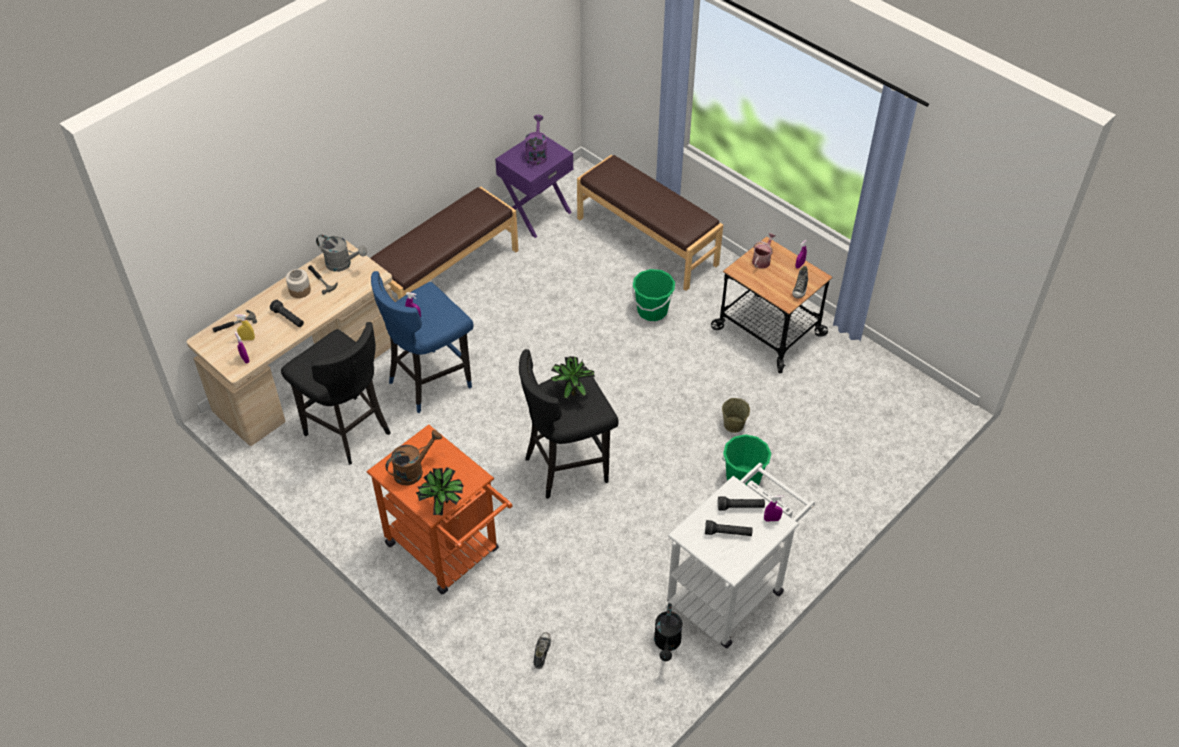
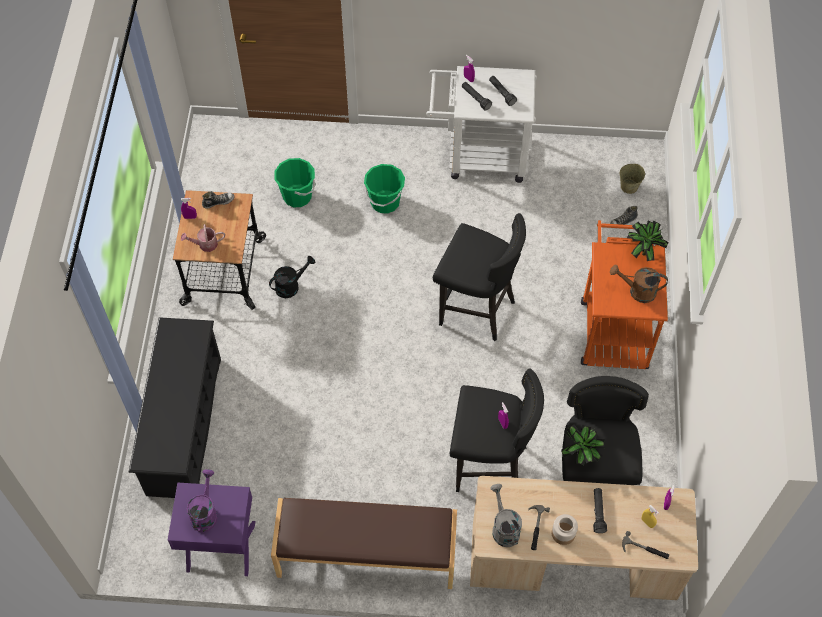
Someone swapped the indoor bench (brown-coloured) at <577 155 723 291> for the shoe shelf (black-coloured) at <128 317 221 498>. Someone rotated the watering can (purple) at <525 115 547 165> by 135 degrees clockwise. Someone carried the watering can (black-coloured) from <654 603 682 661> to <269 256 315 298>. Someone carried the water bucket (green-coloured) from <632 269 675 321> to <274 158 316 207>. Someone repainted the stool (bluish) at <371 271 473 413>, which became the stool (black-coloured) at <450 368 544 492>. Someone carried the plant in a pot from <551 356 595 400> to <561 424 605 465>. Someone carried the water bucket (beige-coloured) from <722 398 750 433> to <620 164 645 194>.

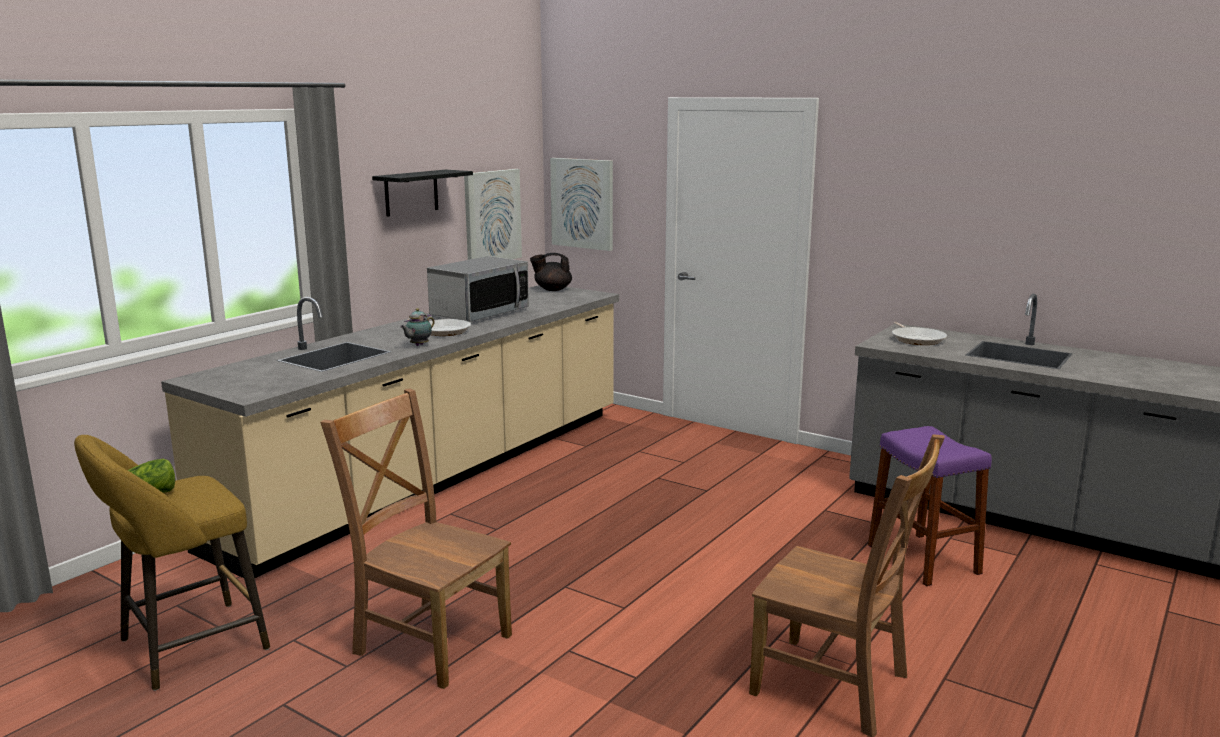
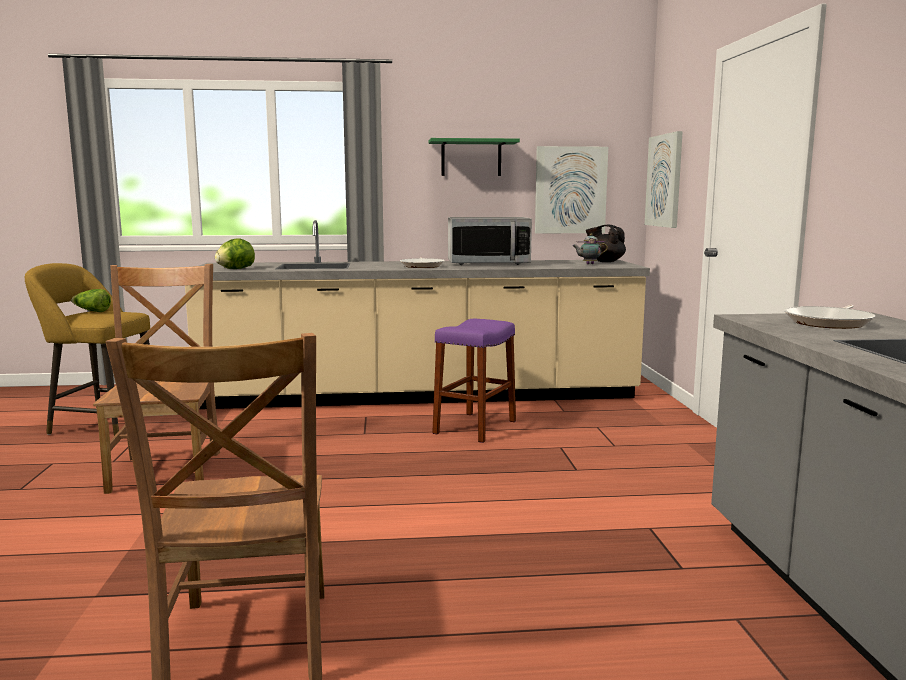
Someone put down the head of lettuce at <215 238 255 269>. Someone repainted the wall shelf (black-coloured) at <372 170 473 217>, which became the wall shelf (green-coloured) at <429 138 520 176>. Someone carried the stool (purple) from <868 426 992 586> to <432 319 516 443>. Someone carried the pot for tea from <400 308 435 346> to <573 233 608 264>.

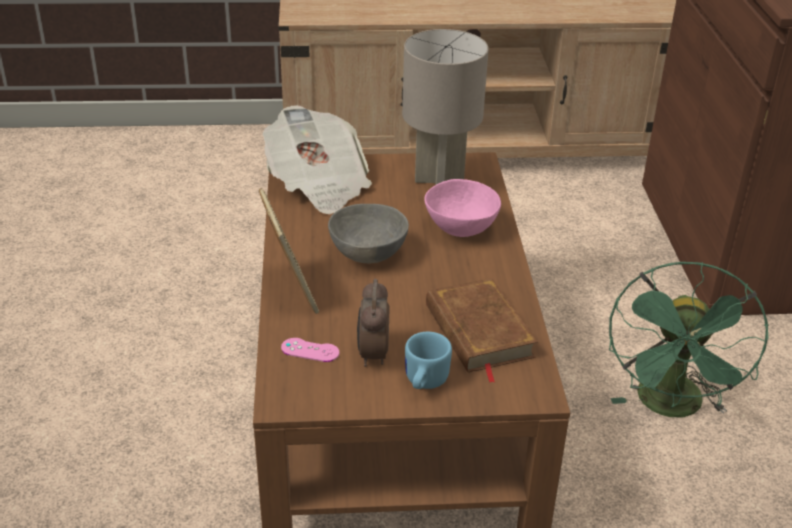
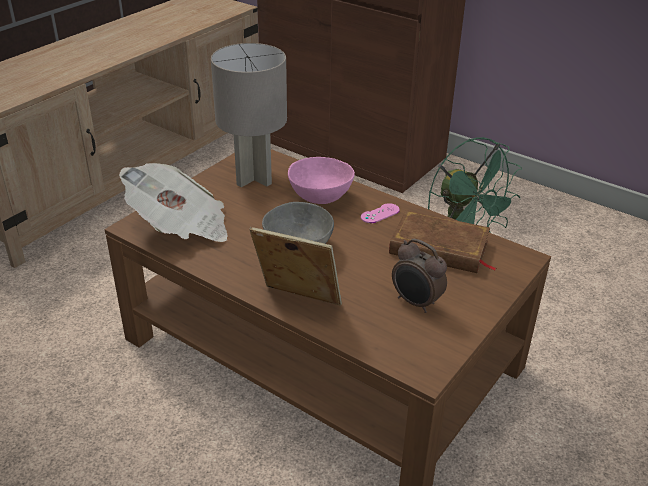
Someone carried the gamepad (pinkish) from <281 338 339 362> to <361 203 400 223>. Someone took away the coffee mug (bluish) at <405 332 452 389>.

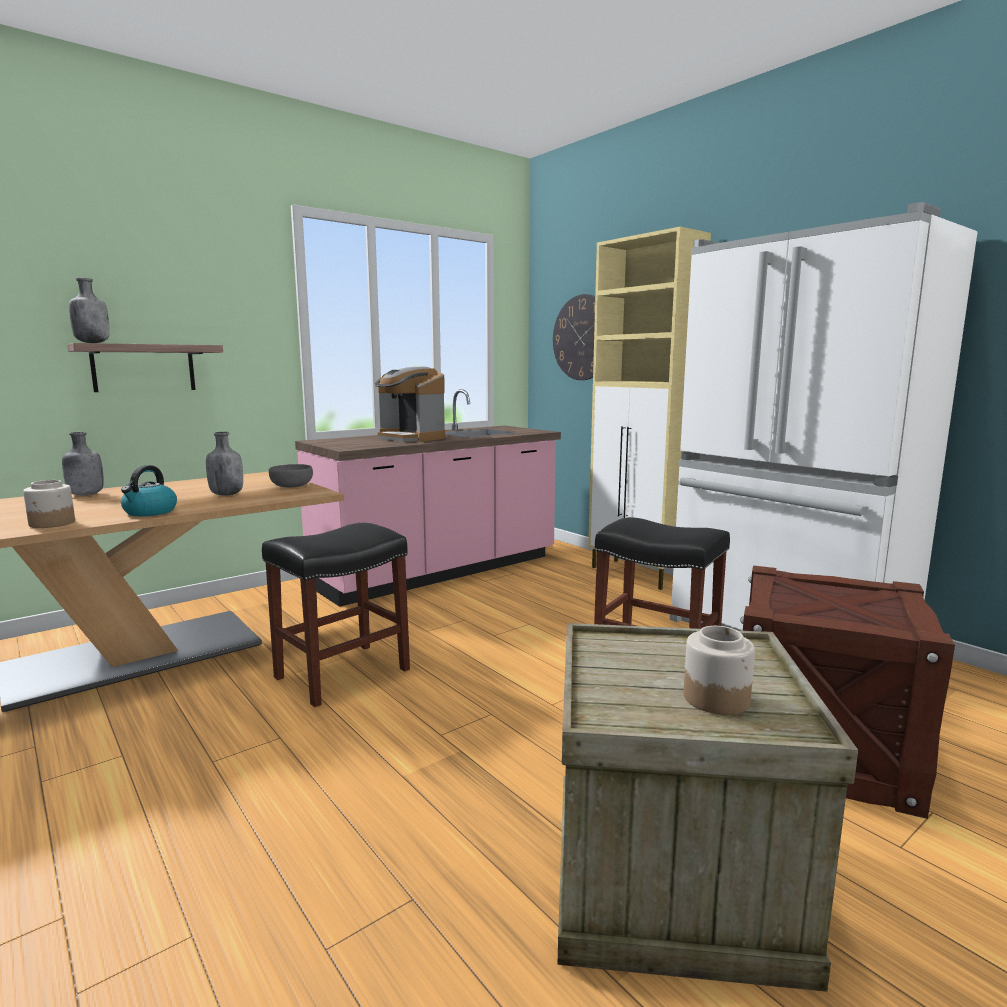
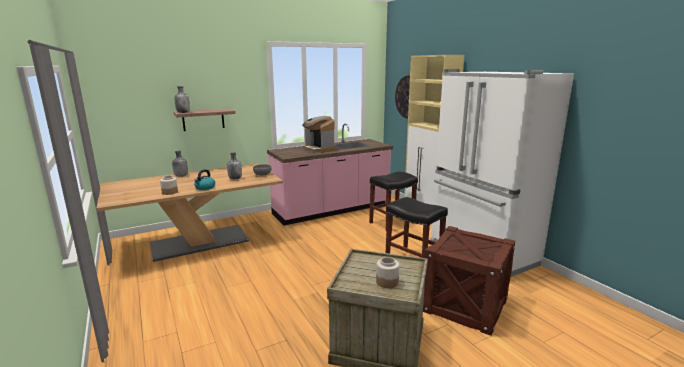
Someone carried the stool (black-coloured) from <262 523 410 707> to <369 171 418 230>.

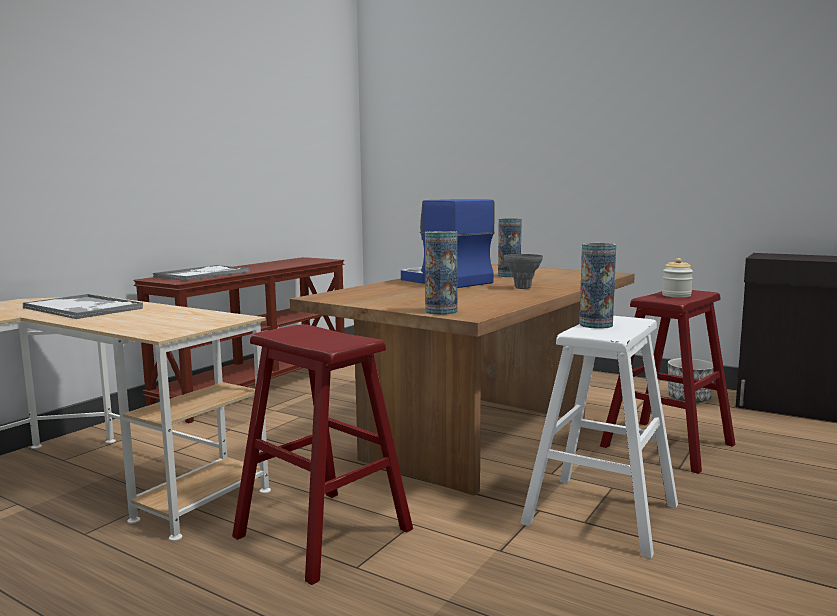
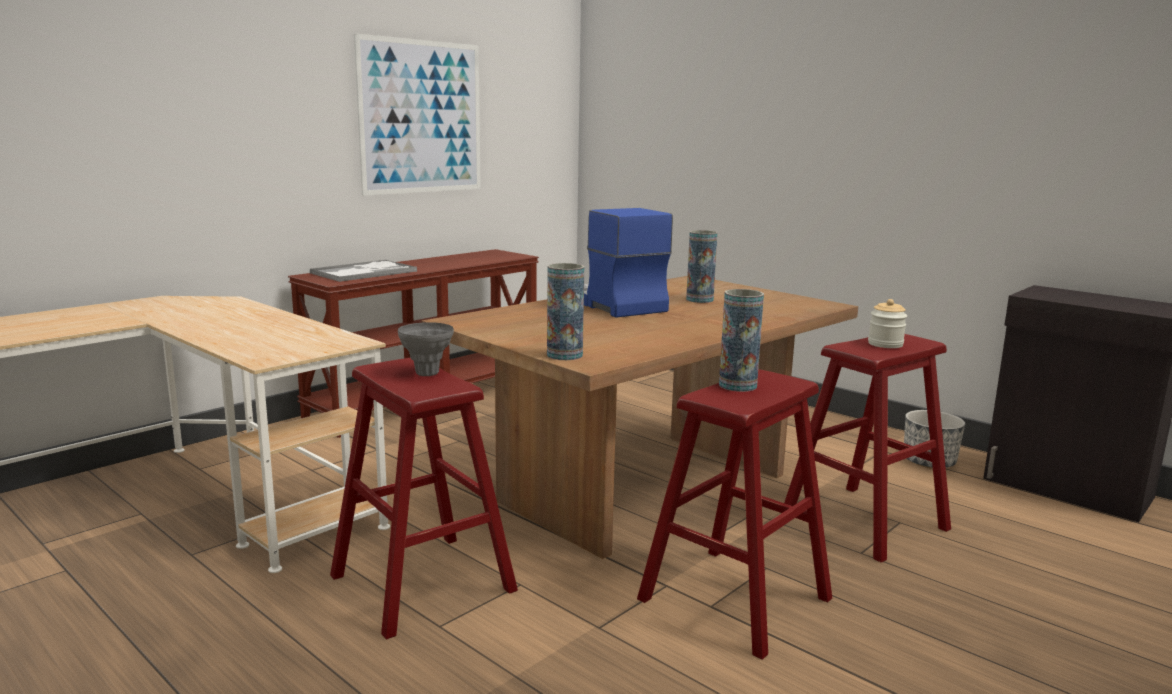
Someone put up the picture at <354 33 481 196>. Someone carried the flower vase (grey) from <504 254 543 289> to <398 322 454 376>. Someone repainted the stool (white-coloured) at <520 316 678 559>, which became the stool (red-coloured) at <637 369 832 660>. Someone took away the tray at <23 294 143 319>.

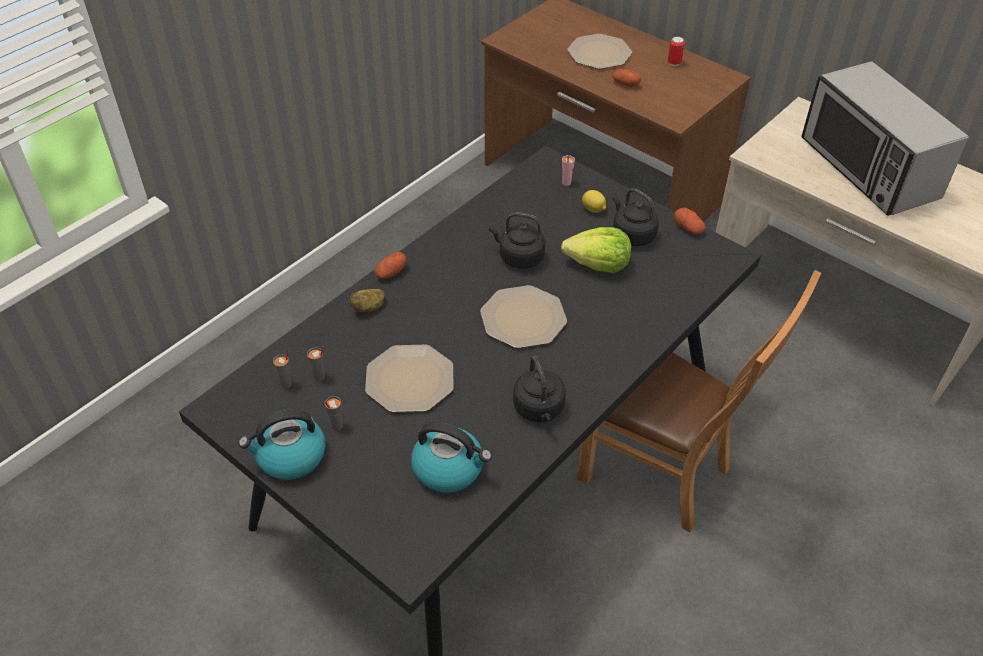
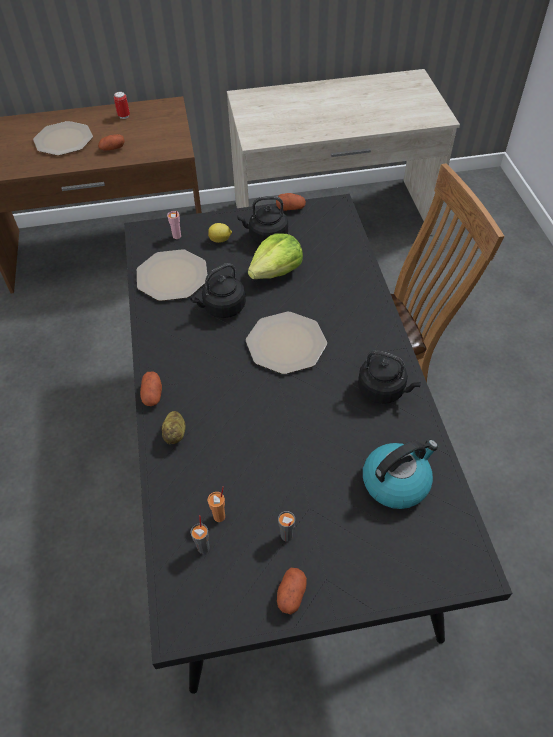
Someone carried the dinner plate from <365 345 453 412> to <137 249 207 301>. Someone repainted the small cup (grey) at <307 346 325 381>, which became the small cup (orange) at <208 486 225 522>. Someone swapped the water kettle at <239 410 326 480> for the whole potato at <277 568 307 615>. Someone took away the microwave oven at <801 61 969 216>.

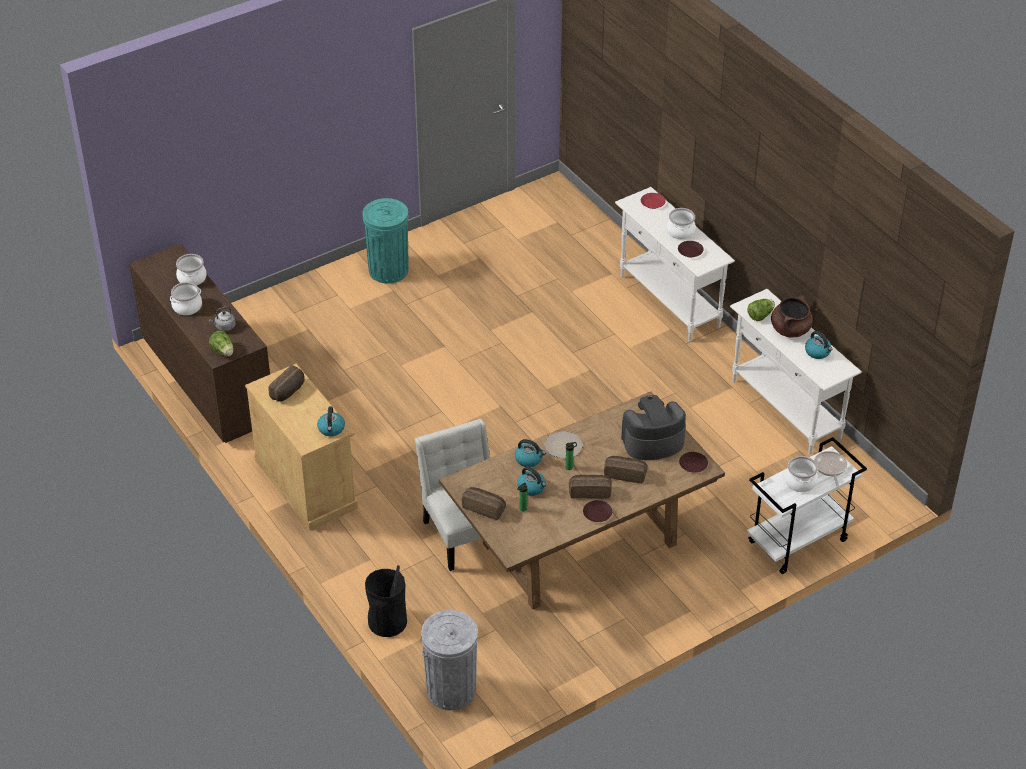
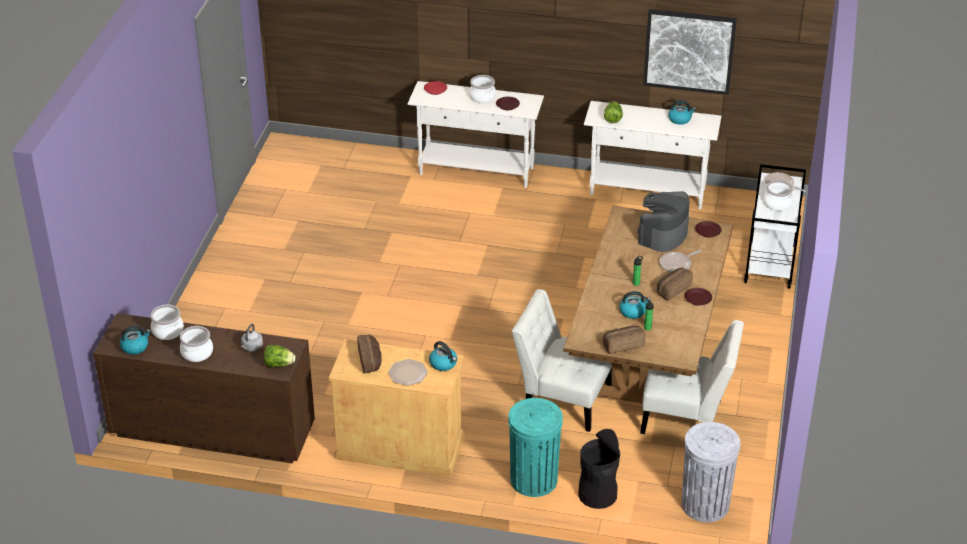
Someone carried the water kettle from <515 439 546 467> to <120 326 151 355>. Someone carried the dinner plate from <544 431 583 459> to <388 359 428 386>. Someone carried the trash can (blue-green) from <362 198 409 283> to <508 398 563 497>. Someone put down the plain chair (white-coloured) at <640 320 744 434>. Someone put up the picture at <643 9 737 95>. Someone swapped the bread at <604 456 647 483> for the frying pan at <660 250 702 272>. Someone took away the stockpot (brown-coloured) at <771 295 813 337>.

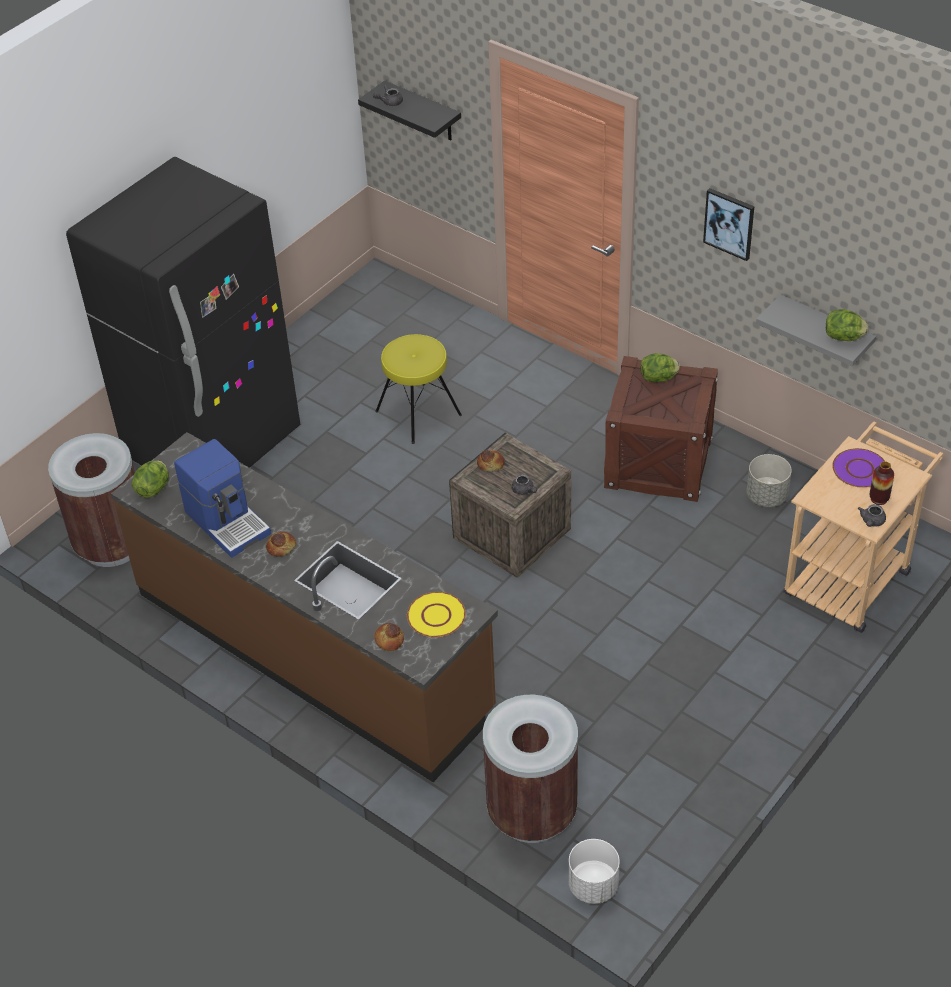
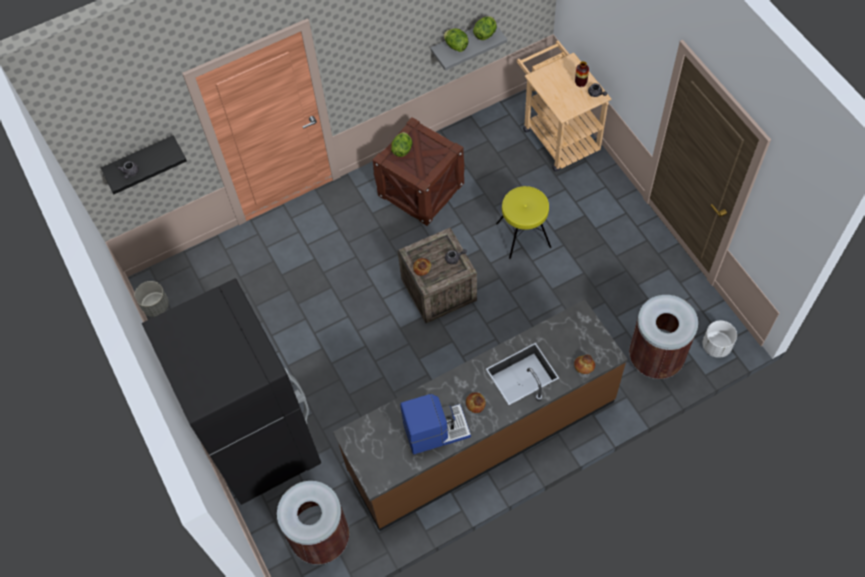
Someone carried the planter (grey) from <747 454 792 507> to <134 281 169 317>. Someone carried the head of lettuce from <132 461 169 498> to <443 28 468 52>. Someone carried the stool (yellowish) from <375 334 462 444> to <496 186 552 259>. Someone took away the dinner plate (yellowish) at <407 592 466 637>. Someone took away the picture at <703 188 754 261>. Someone took away the dinner plate (purple) at <832 448 885 488>.

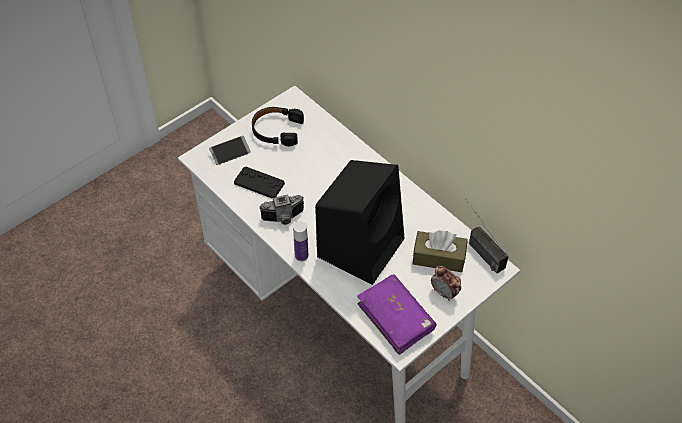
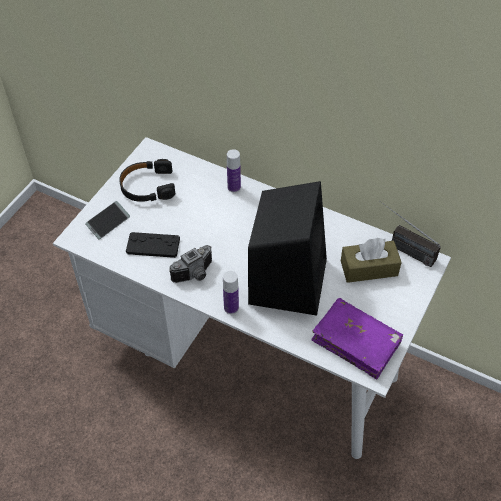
Someone put down the beverage bottle at <227 149 241 193>. Someone took away the bedside clock at <431 266 461 301>.

